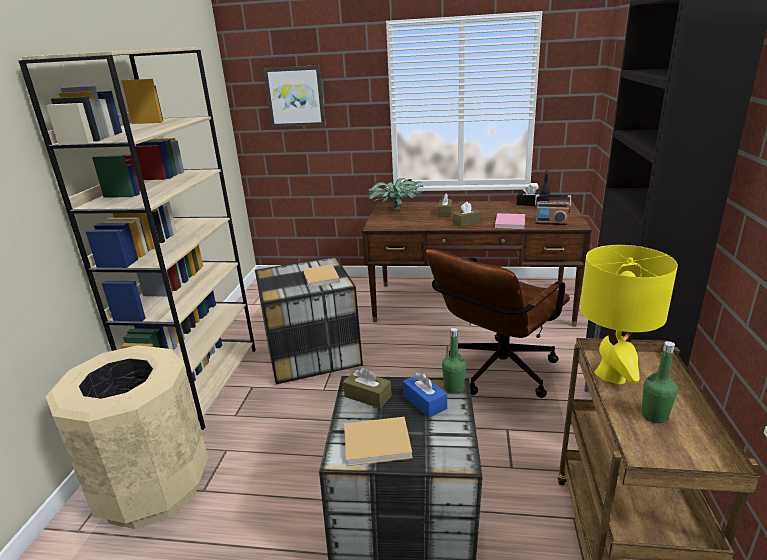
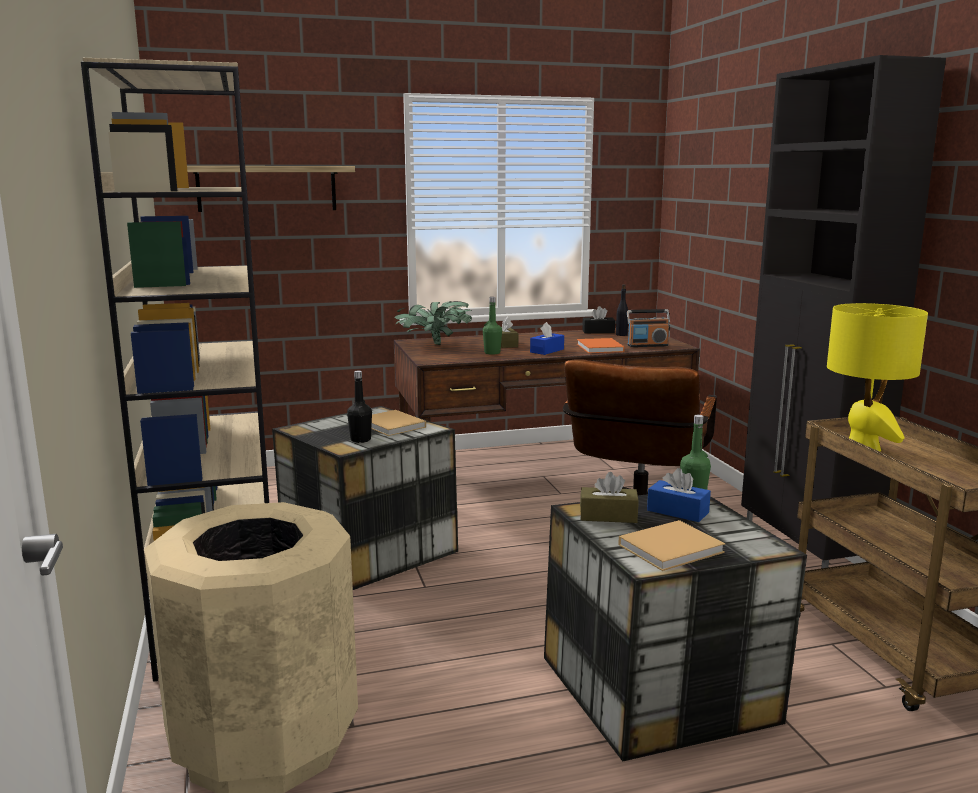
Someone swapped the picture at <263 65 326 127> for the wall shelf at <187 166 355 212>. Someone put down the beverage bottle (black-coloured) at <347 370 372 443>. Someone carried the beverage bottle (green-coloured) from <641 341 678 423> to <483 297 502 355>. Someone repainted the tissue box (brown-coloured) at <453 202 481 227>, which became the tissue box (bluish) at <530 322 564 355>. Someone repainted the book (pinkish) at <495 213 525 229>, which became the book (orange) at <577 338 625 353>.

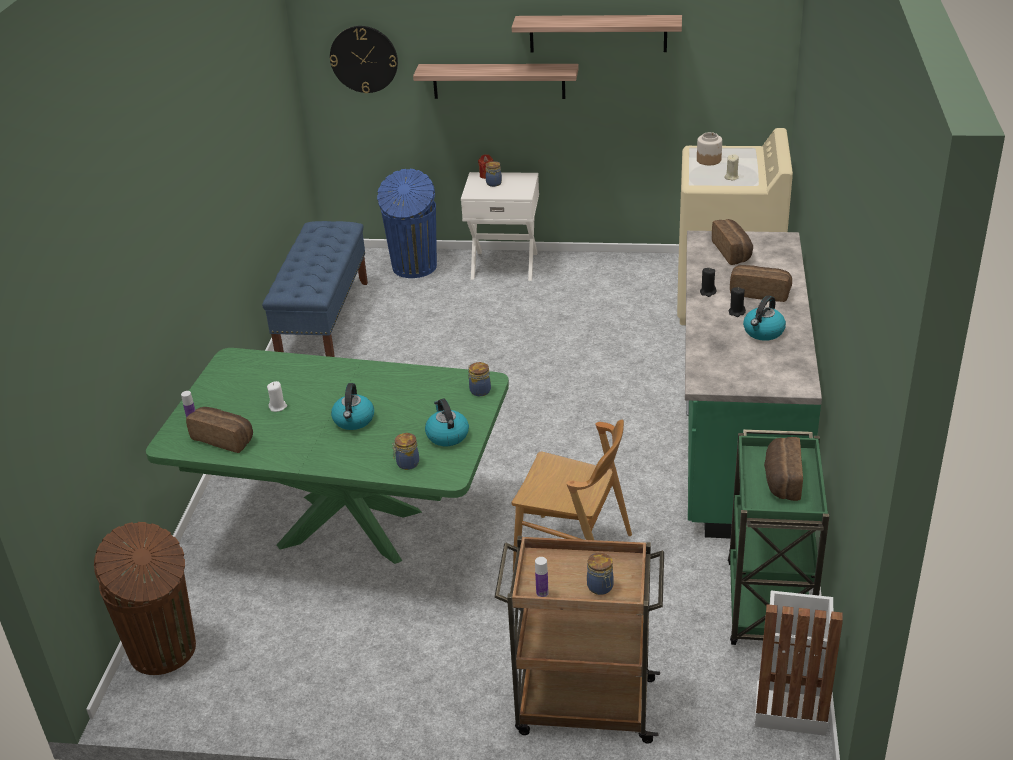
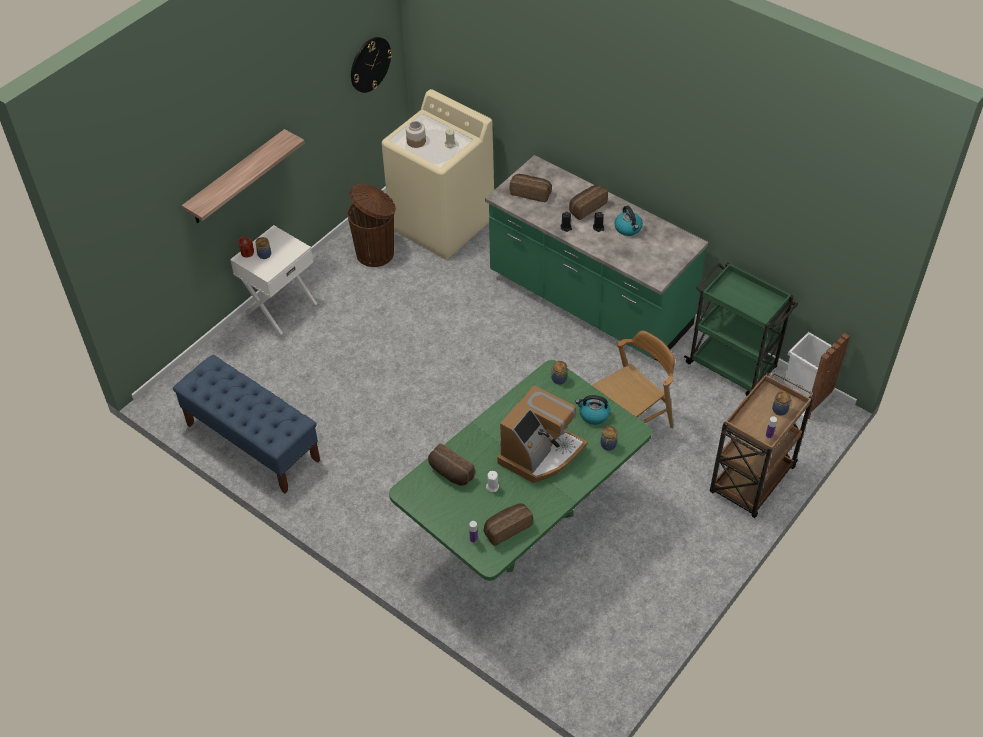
Someone carried the trash can (brown-coloured) from <94 522 196 675> to <347 184 396 267>. Someone carried the hanging clock from <330 26 398 93> to <351 37 392 93>. Someone carried the bread from <764 437 803 501> to <428 443 475 486>. Someone swapped the water kettle at <331 383 374 430> for the coffee brewer at <497 385 588 483>. Someone took away the trash can (bluish) at <377 169 437 278>. Someone took away the wall shelf at <512 15 682 53>.

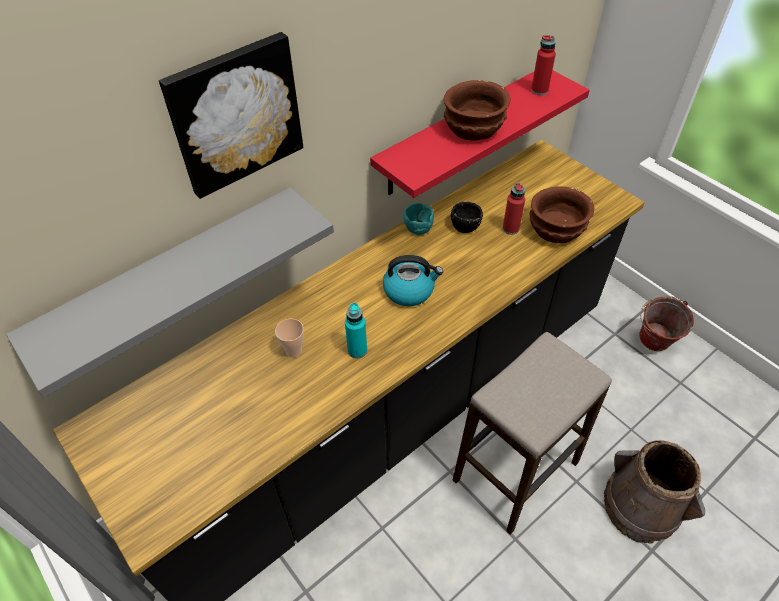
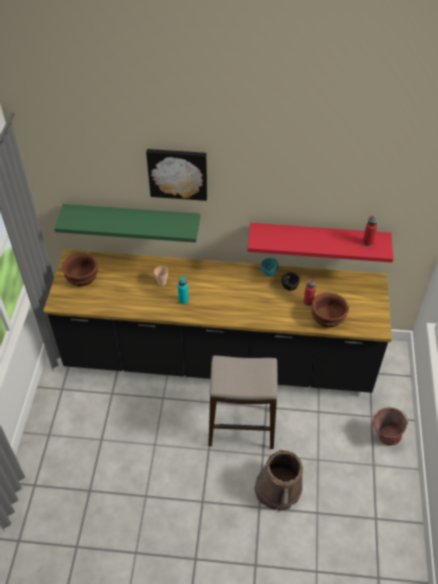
Someone repainted the wall shelf (grey) at <6 187 334 397>, which became the wall shelf (green-coloured) at <54 204 200 243>. Someone carried the deep dish (brown-coloured) from <444 80 511 141> to <62 254 98 287>. Someone took away the water kettle at <383 255 443 306>.

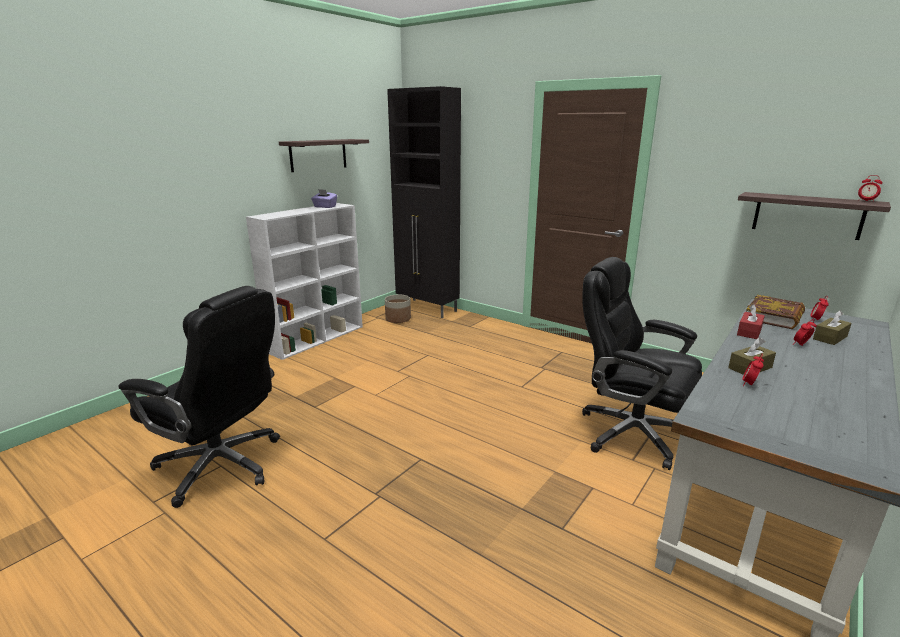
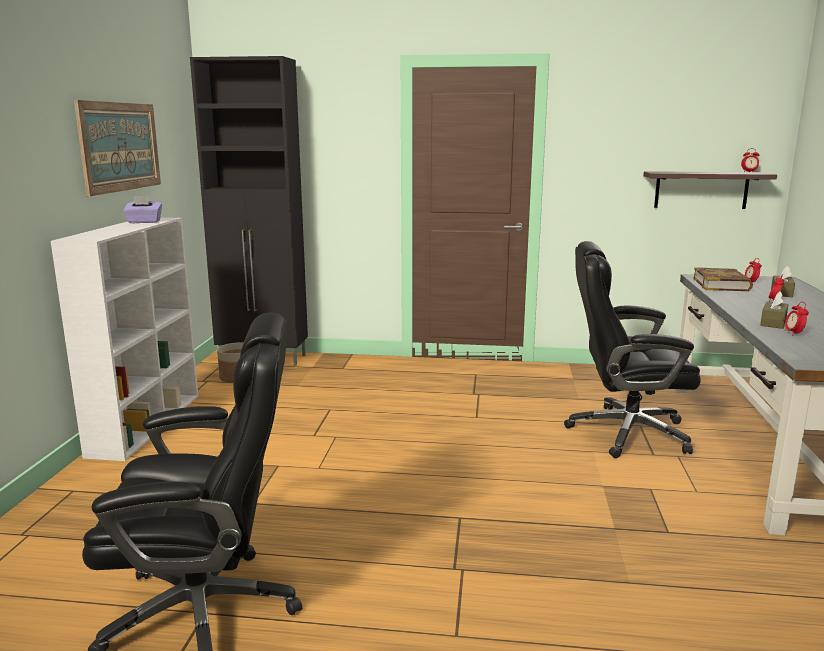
Someone swapped the wall shelf at <279 139 369 172> for the picture at <74 100 161 196>. Someone took away the tissue box (red-coloured) at <737 304 765 339>.

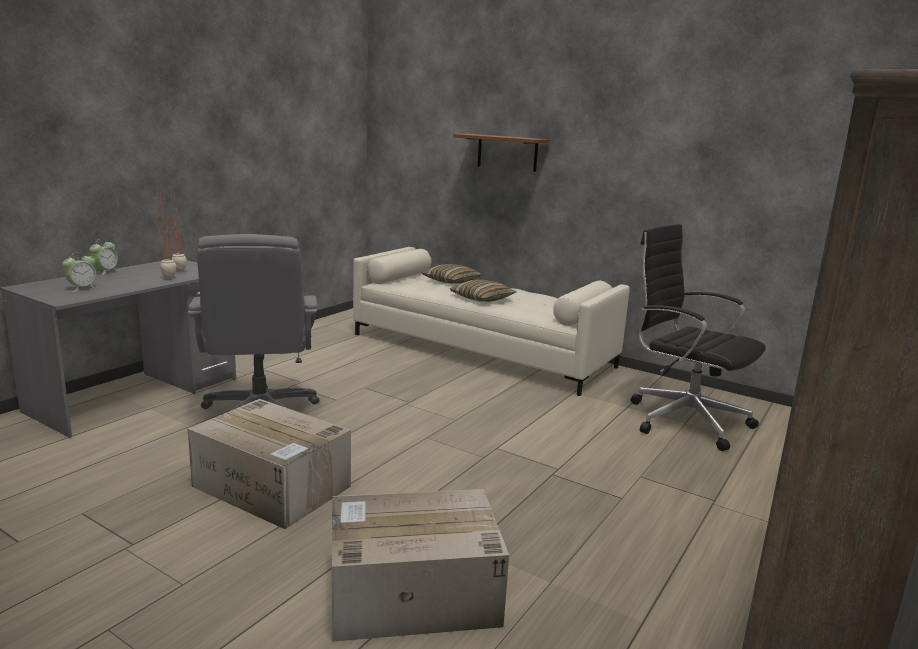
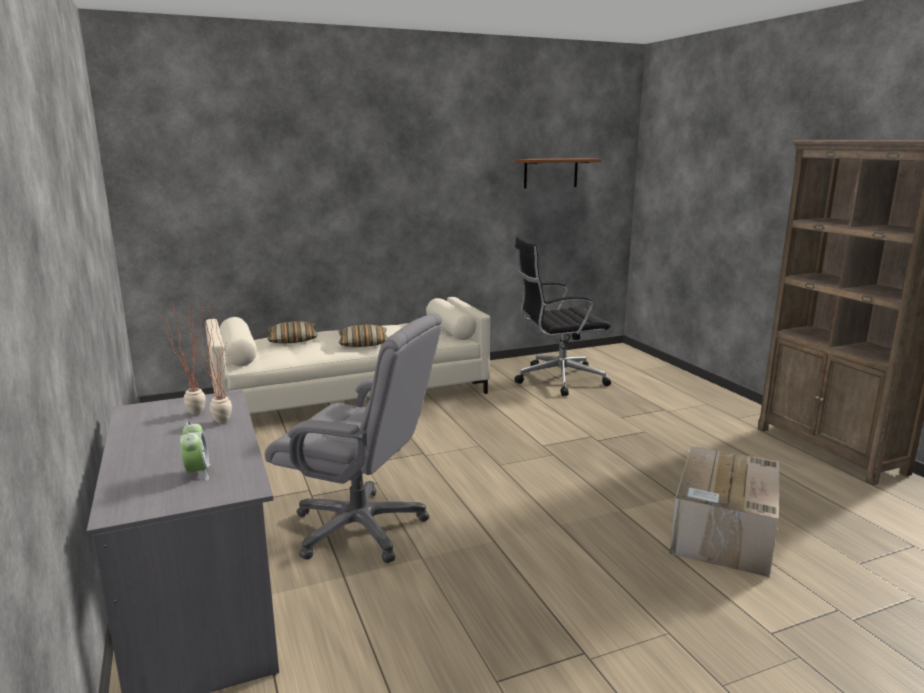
Someone carried the wall shelf (brown-coloured) from <453 134 549 172> to <515 158 602 189>. Someone took away the bedside clock at <90 239 118 275>. Someone took away the packing box at <188 399 351 529>.

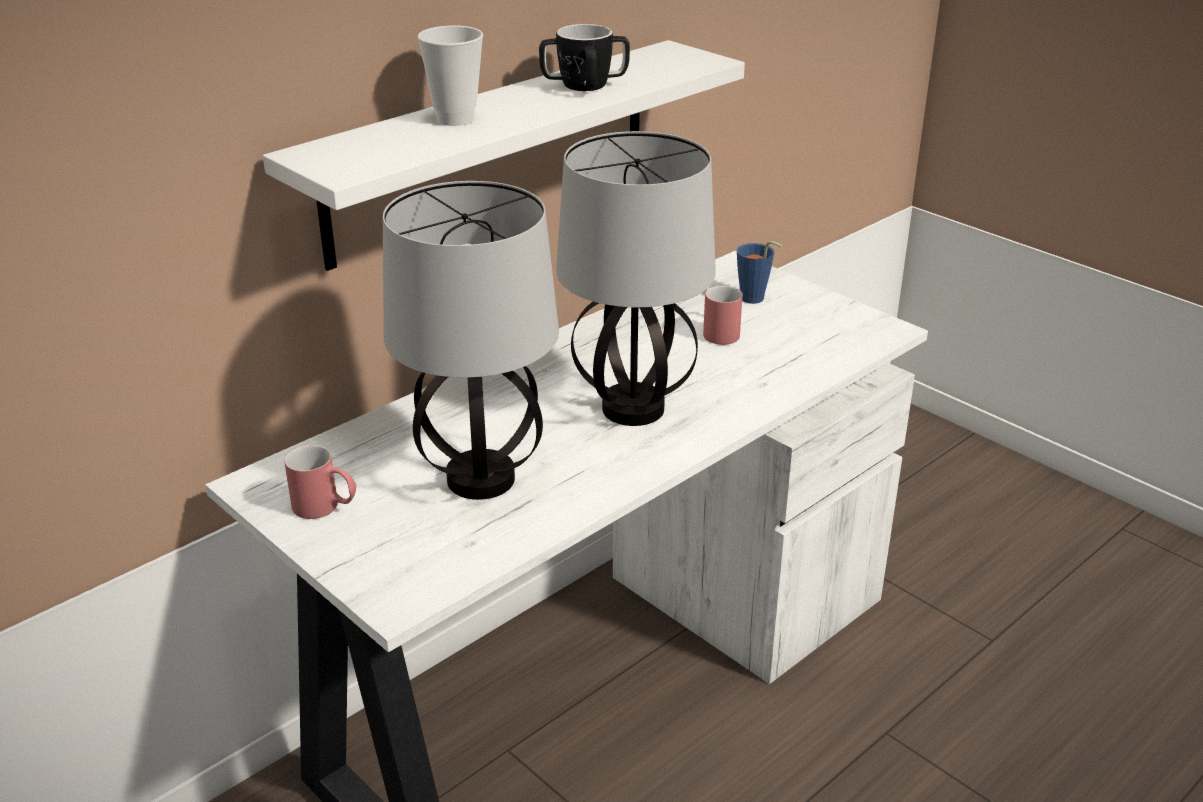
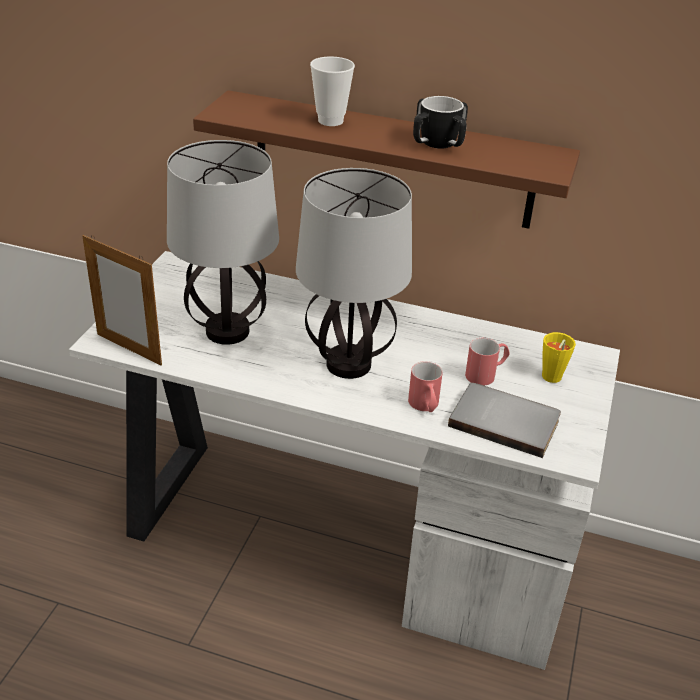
Someone put down the standing frame at <82 235 162 365>. Someone repainted the wall shelf (white-coloured) at <263 40 745 271>, which became the wall shelf (brown-coloured) at <193 90 580 229>. Someone carried the coffee mug (red-coloured) from <284 445 356 519> to <408 361 443 412>. Someone put down the book (grey) at <448 383 561 458>. Someone repainted the small cup (bluish) at <737 241 783 304>, which became the small cup (yellowish) at <542 332 576 383>.

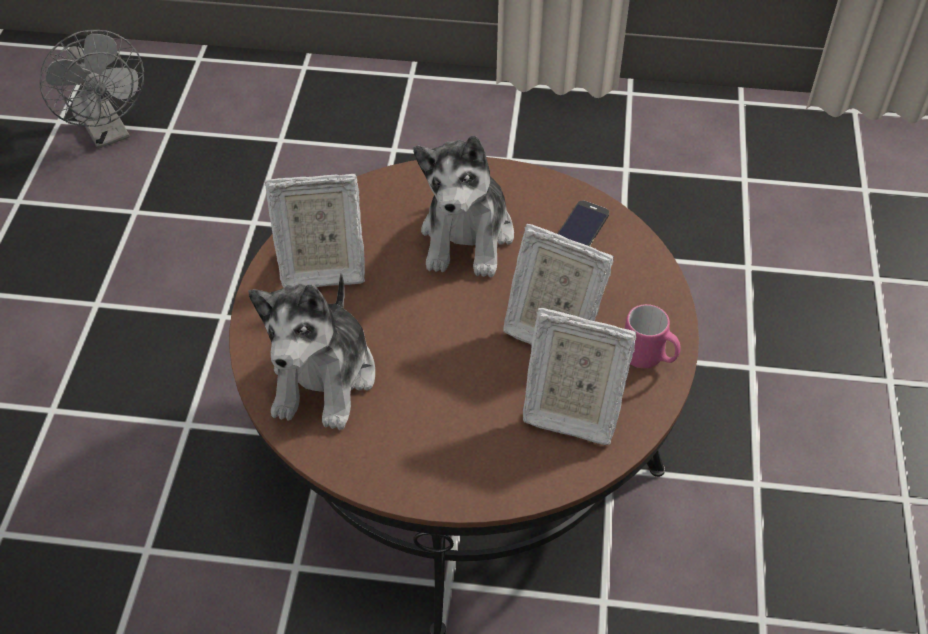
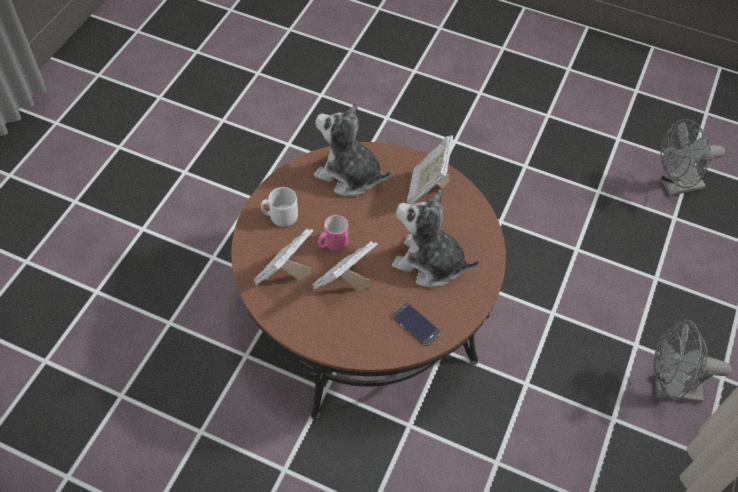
Someone put down the coffee mug (grey) at <261 187 298 227>. Someone carried the coffee mug (pinkish) from <625 304 681 368> to <318 215 348 251>. Someone put down the cooling fan (grey) at <653 320 732 403>.

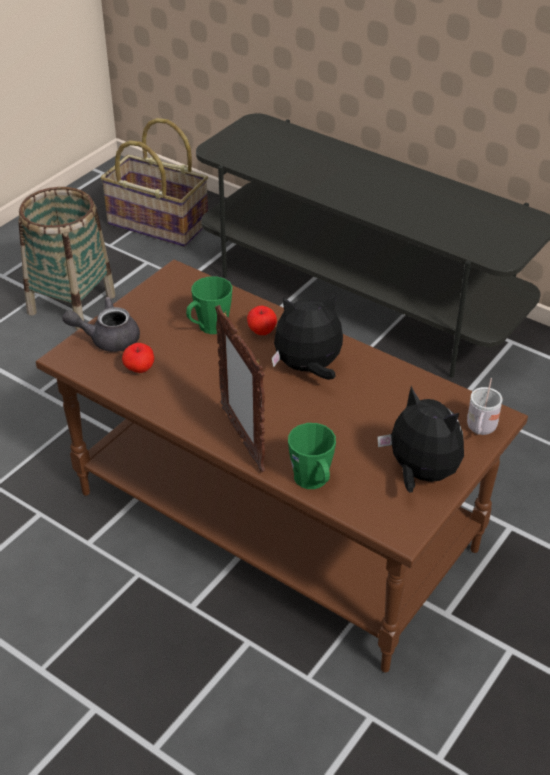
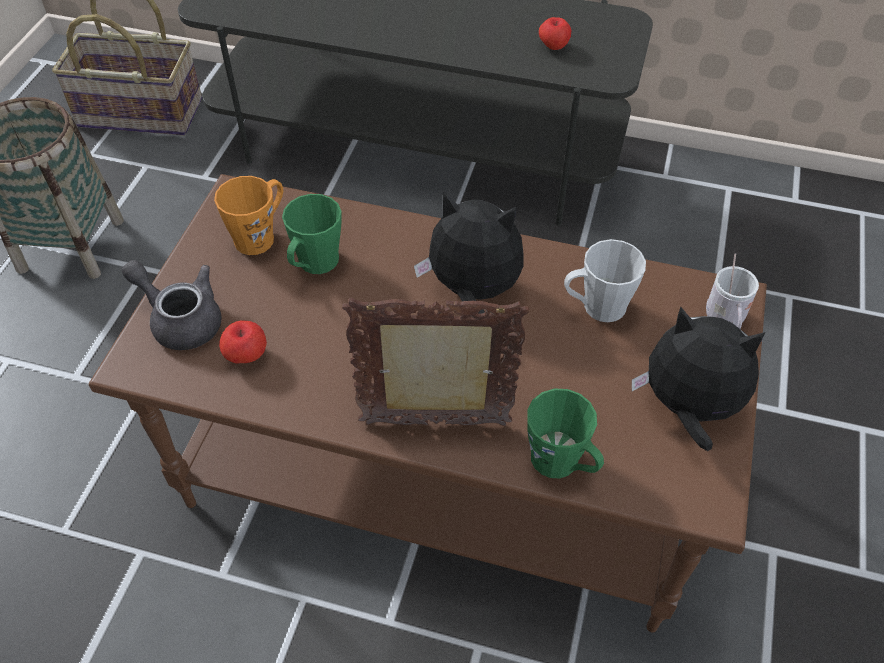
Someone rotated the pot for tea (grey) at <62 297 140 352> by 60 degrees clockwise. Someone put down the coffee mug (orange) at <214 176 283 255>. Someone rotated the standing frame at <215 305 265 472> by 135 degrees clockwise. Someone rotated the soft toy at <271 293 343 380> by 45 degrees clockwise. Someone carried the apple fruit from <247 306 277 335> to <539 17 571 50>. Someone put down the coffee mug (grey) at <564 239 646 322>.

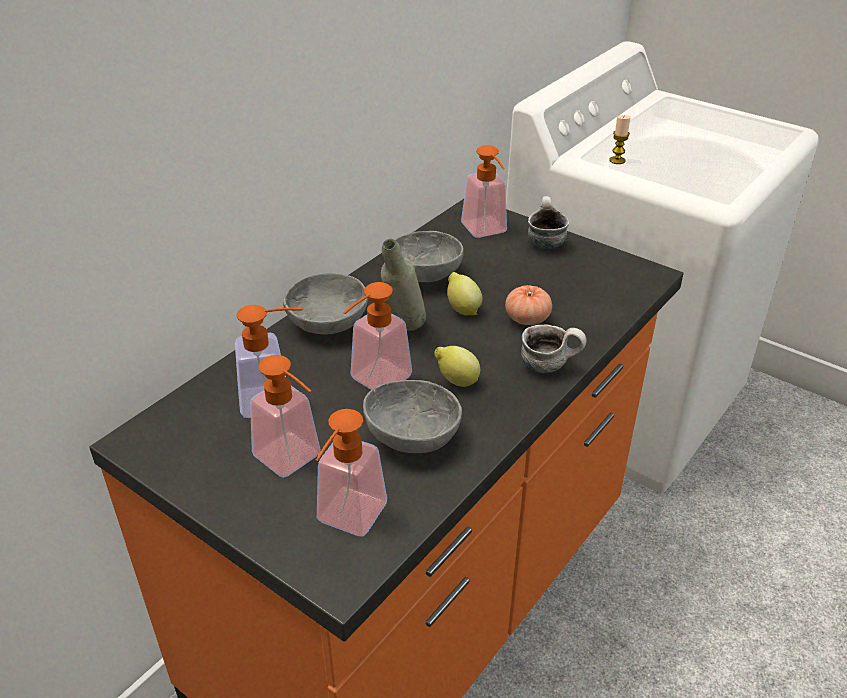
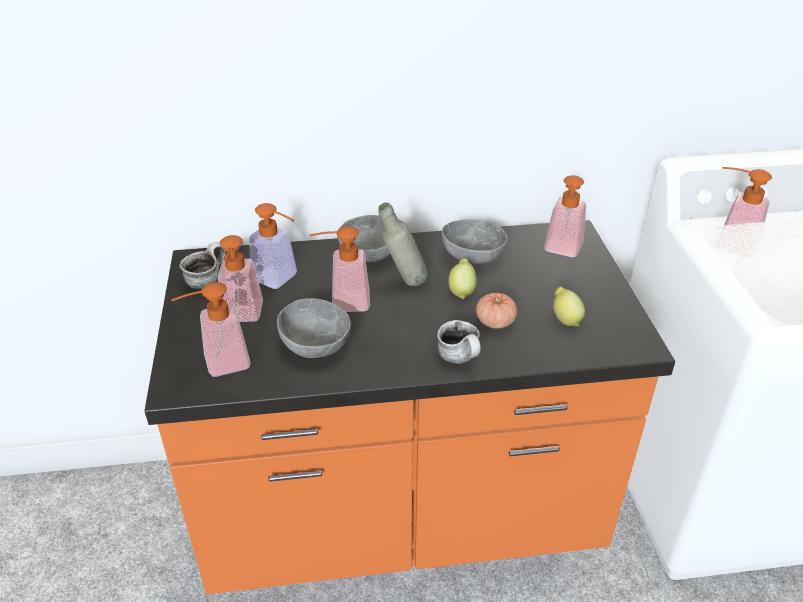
Someone carried the coffee mug from <528 196 569 249> to <179 242 226 289>. Someone carried the citrus fruit from <434 346 480 387> to <553 286 585 326>. Someone swapped the wax candle at <609 115 631 164> for the soap dispenser at <716 167 772 258>.

